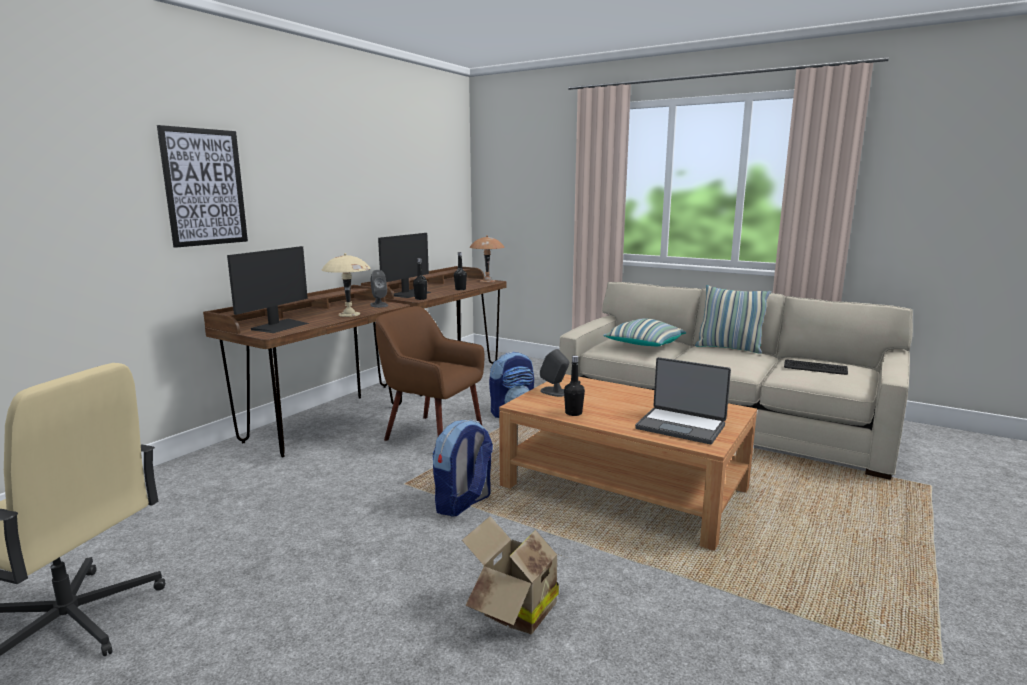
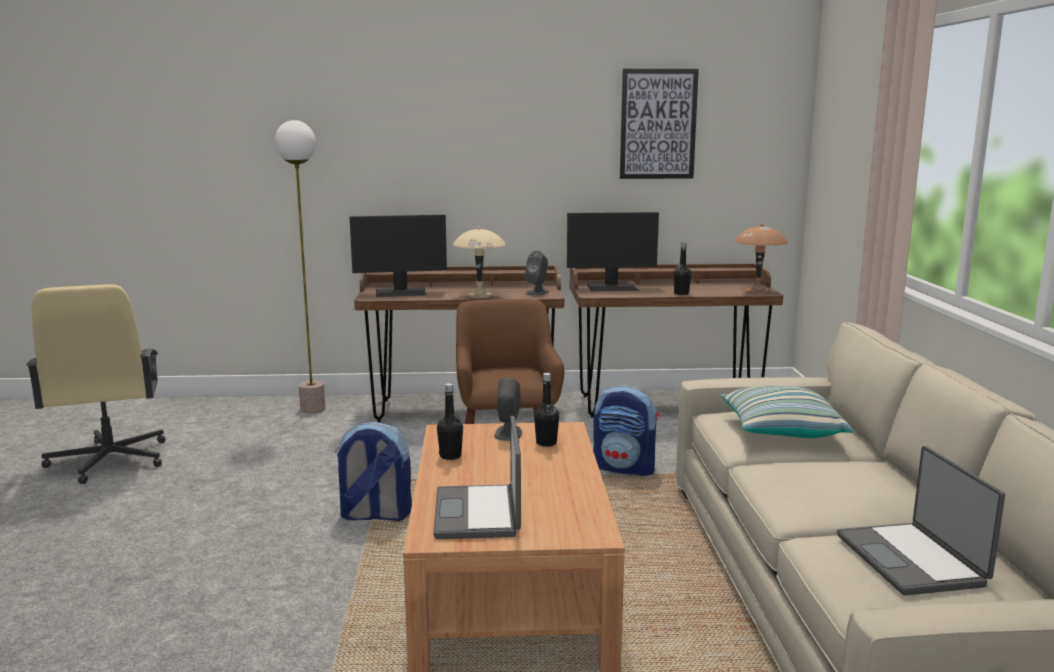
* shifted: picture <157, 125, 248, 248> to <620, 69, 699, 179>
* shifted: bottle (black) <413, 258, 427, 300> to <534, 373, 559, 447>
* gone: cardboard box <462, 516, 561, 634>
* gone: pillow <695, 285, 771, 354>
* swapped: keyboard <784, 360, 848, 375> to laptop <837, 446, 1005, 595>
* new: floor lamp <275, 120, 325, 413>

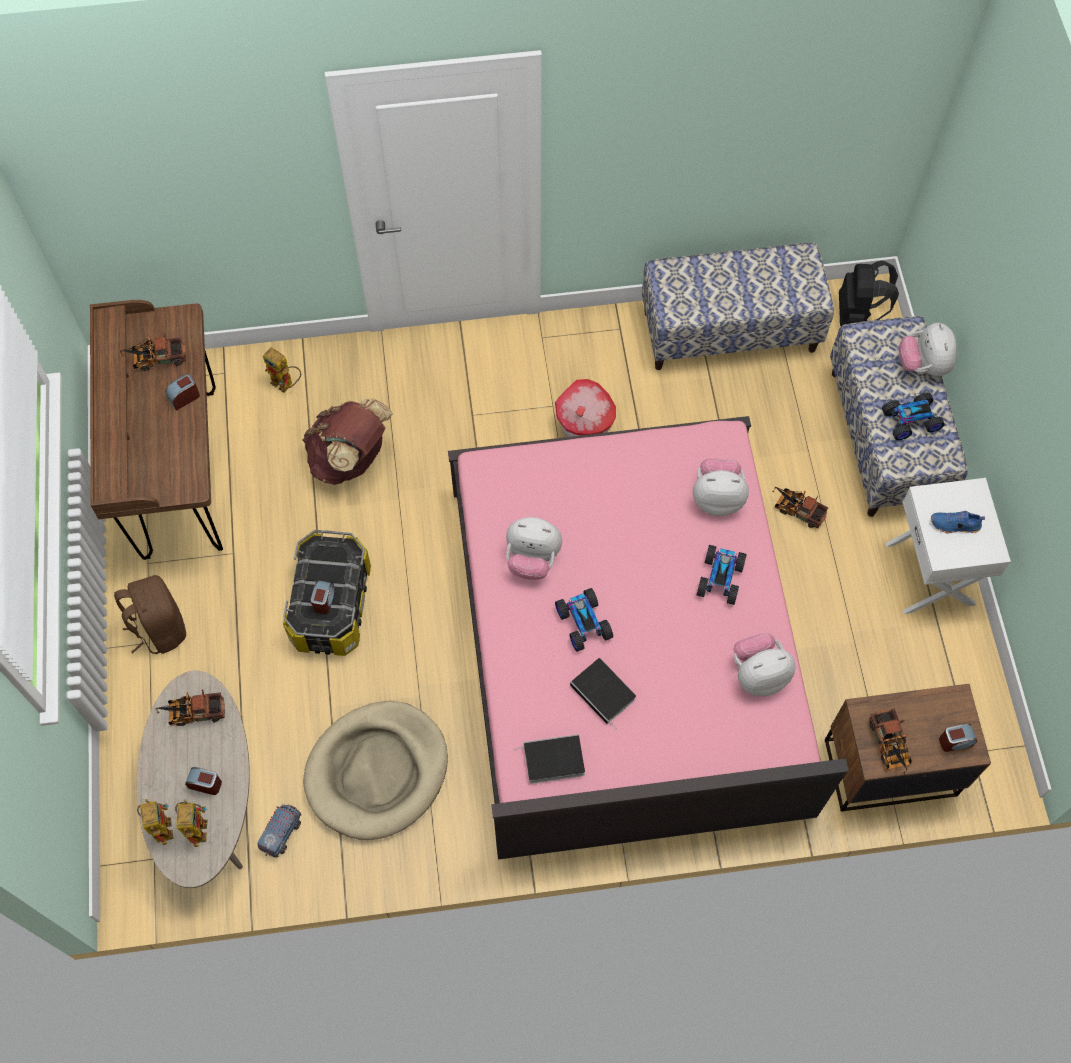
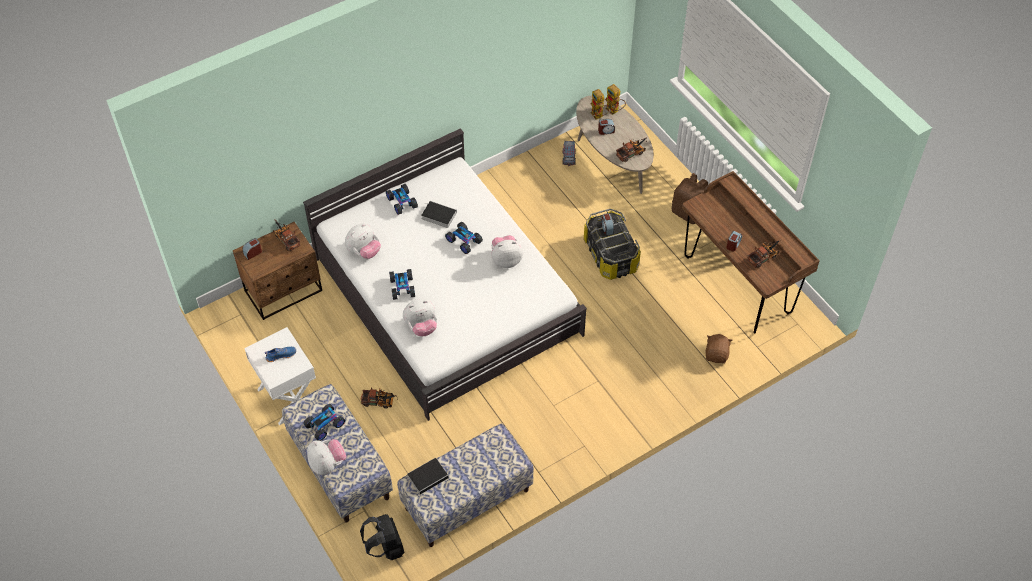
* swapped: toy robot <263, 347, 301, 393> to plush toy (brown) <706, 334, 732, 363>
* gone: backpack (brown) <303, 399, 393, 485>
* gone: dog bed (beige) <303, 701, 448, 840>
* repainted: bed (pink) <448, 416, 849, 860> to bed (white) <303, 128, 587, 421>
* shifted: book <513, 734, 585, 784> to <408, 458, 452, 494>
* gone: toy house <555, 379, 616, 437>
* new: toy car <386, 184, 418, 215>

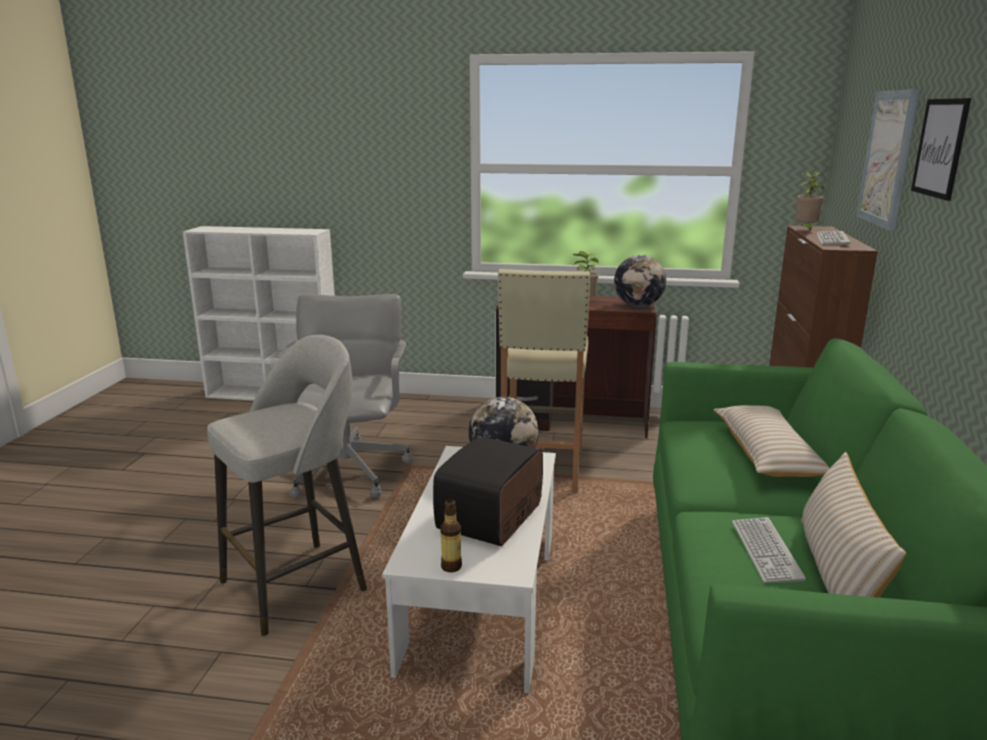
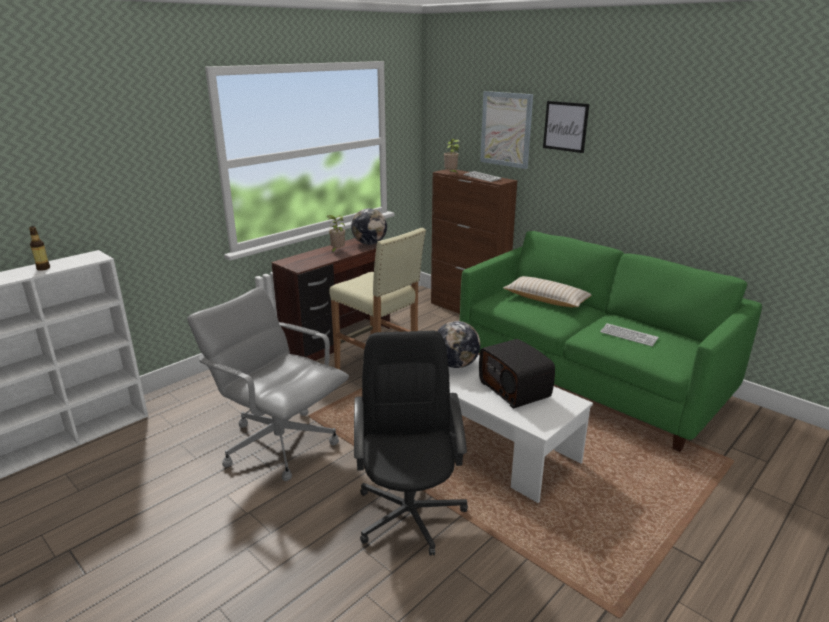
* swapped: stool (grey) <207, 335, 367, 636> to office chair (black) <354, 331, 468, 556>
* shifted: bottle <440, 499, 462, 572> to <29, 226, 50, 271>
* gone: pillow (beige) <801, 452, 906, 598>

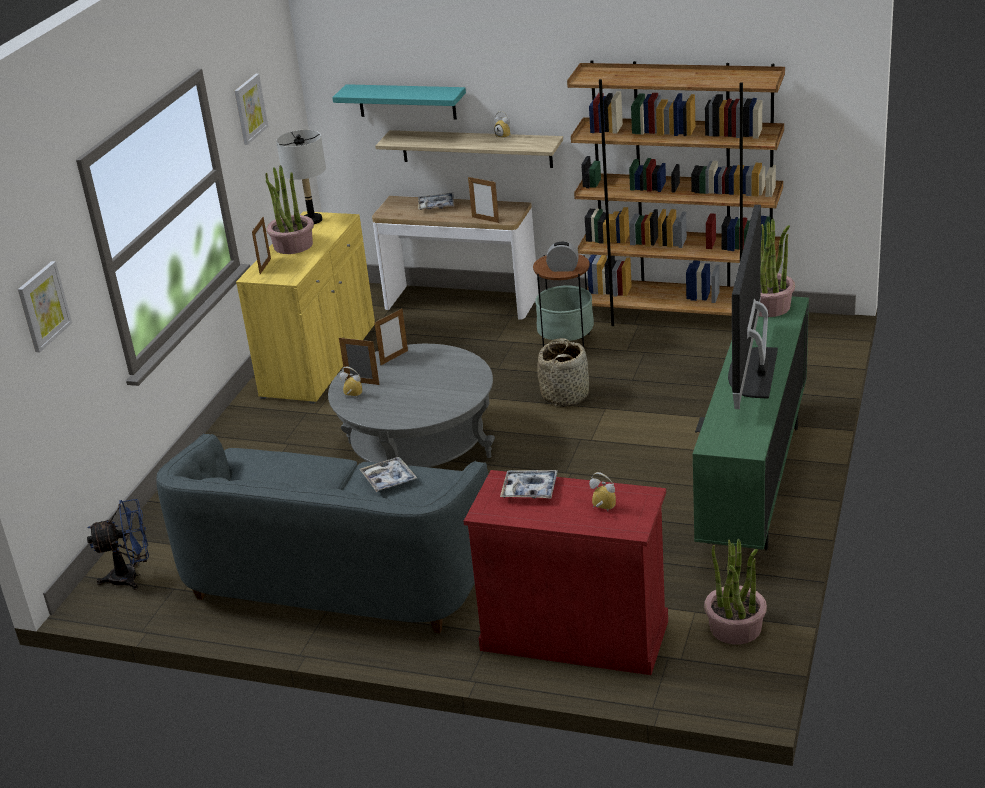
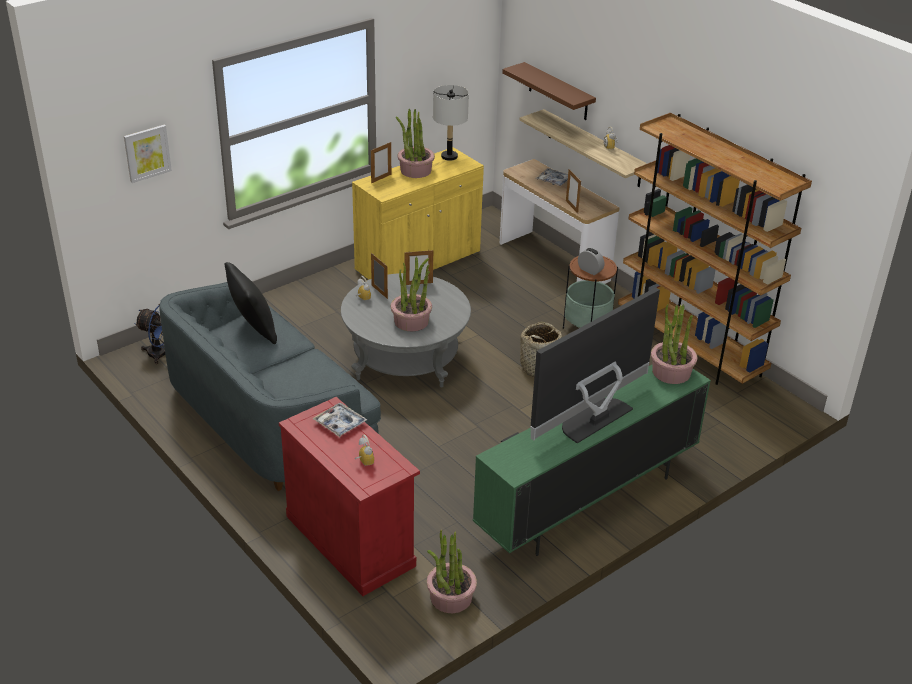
* gone: picture <235, 74, 268, 145>
* repainted: shelf (turquoise) <332, 84, 466, 120> to shelf (brown) <502, 62, 596, 120>
* gone: tray <359, 457, 417, 492>
* new: pillow (black) <224, 262, 277, 344>
* new: potted plant <391, 257, 432, 331>

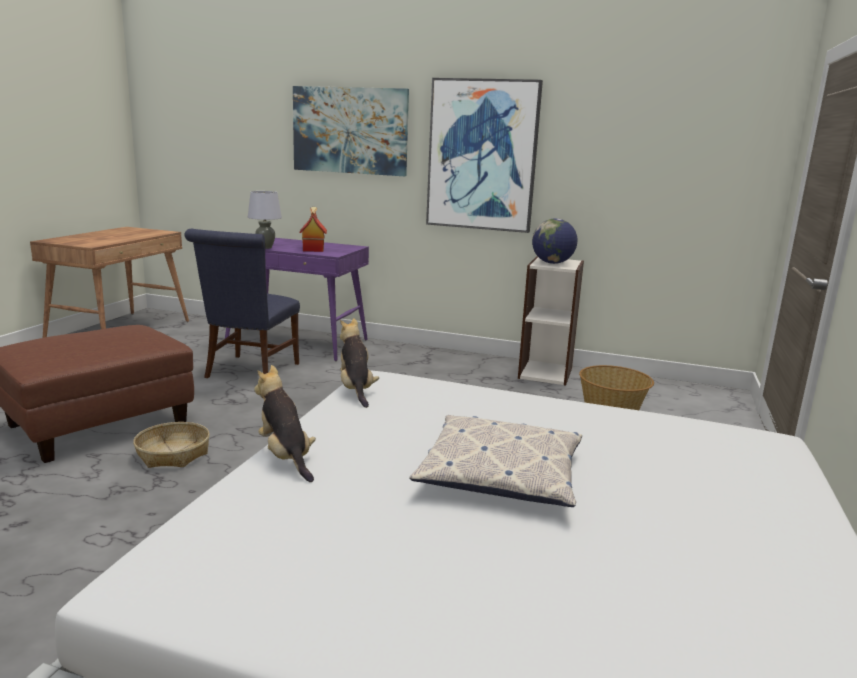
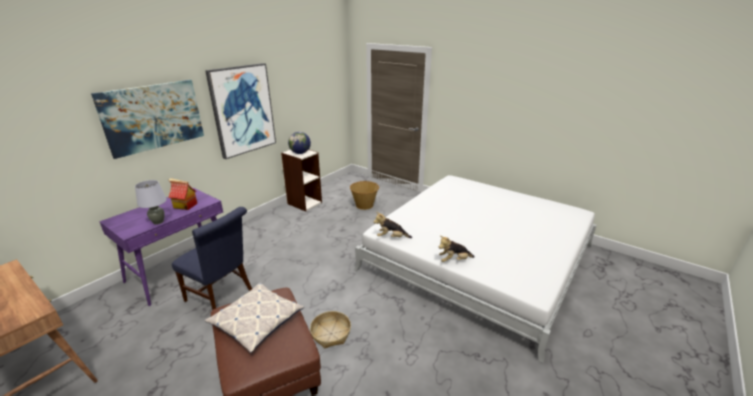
* shifted: pillow <409, 415, 582, 507> to <205, 283, 304, 353>

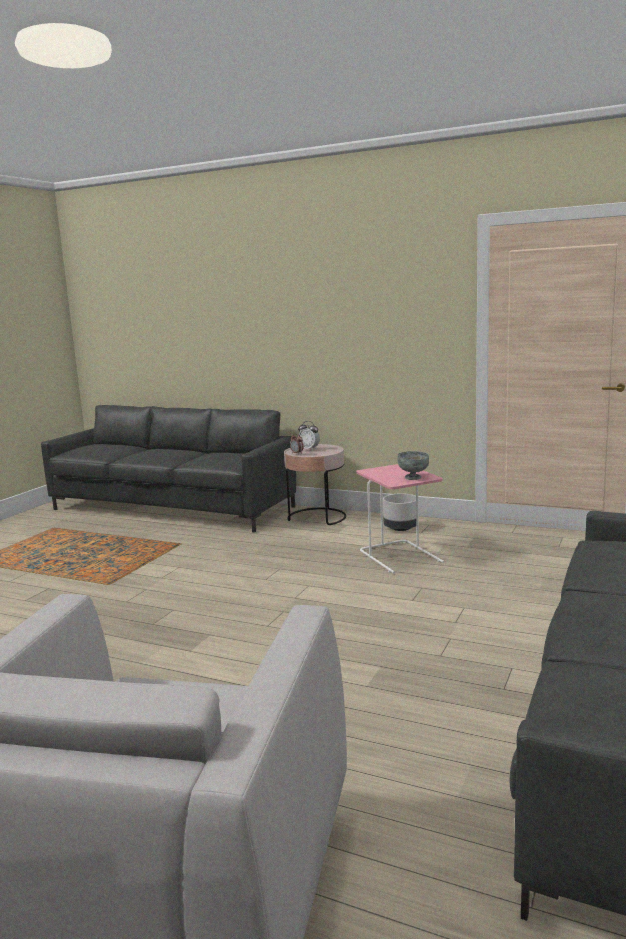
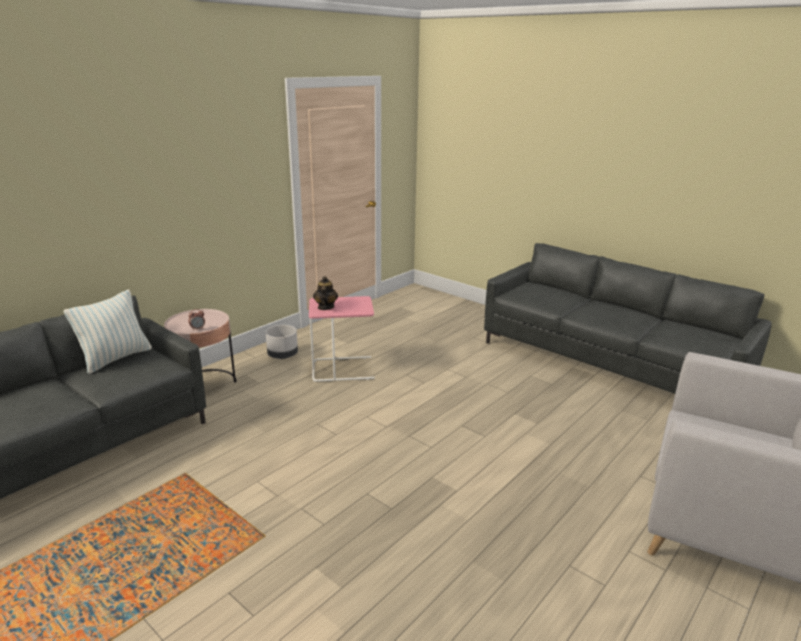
* gone: alarm clock <298, 421, 320, 451>
* gone: bowl (grey) <397, 451, 429, 480>
* new: pillow <64, 290, 152, 374>
* new: teapot <313, 276, 338, 310>

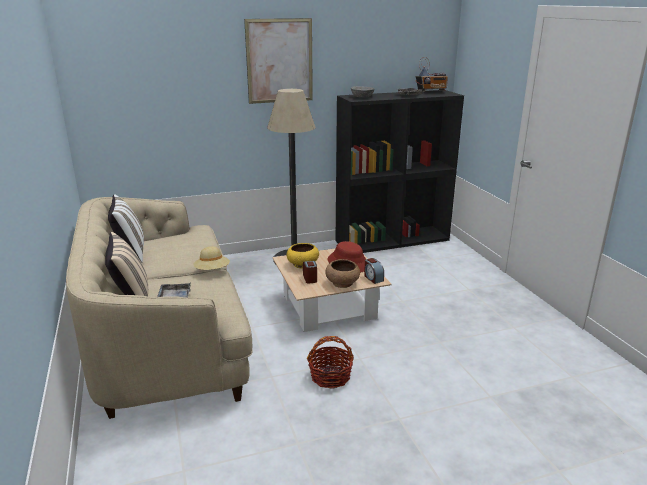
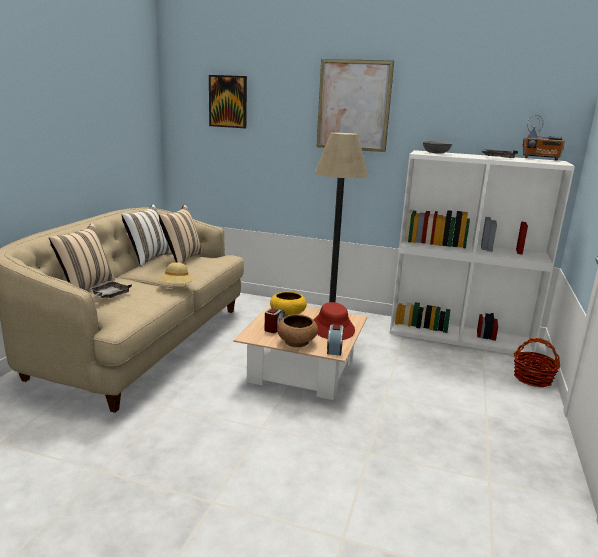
* shifted: basket <307, 336, 354, 389> to <514, 338, 560, 387>
* repainted: bookcase (black) <335, 90, 464, 253> to bookcase (white) <390, 150, 575, 355>
* new: pillow (beige) <159, 205, 202, 264>
* new: picture <209, 75, 247, 128>

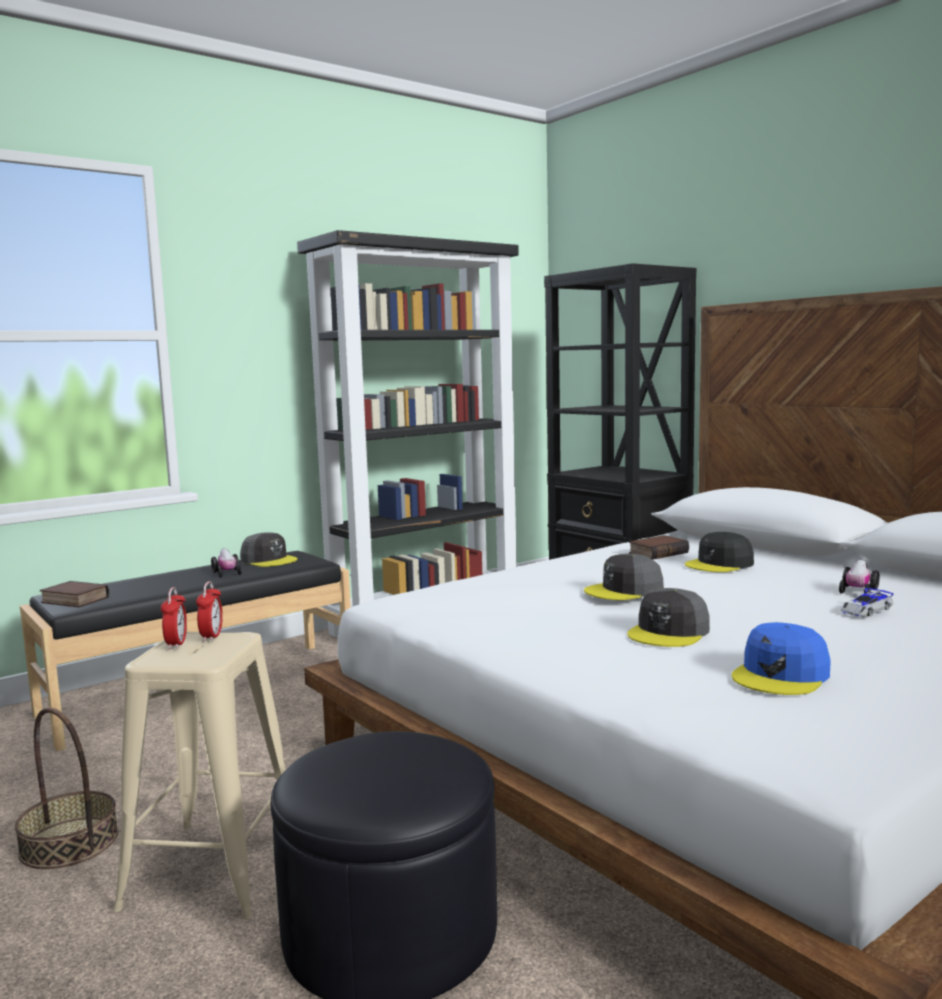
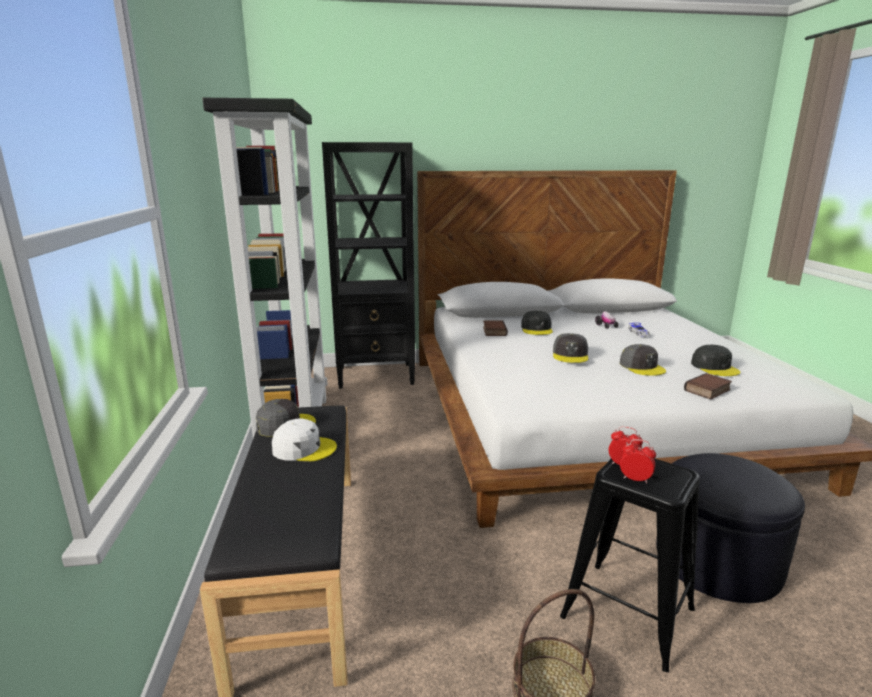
* shifted: book <40, 581, 109, 607> to <684, 373, 732, 399>
* repainted: stool (beige) <113, 631, 286, 920> to stool (black) <560, 458, 700, 672>
* swapped: toy car <211, 548, 242, 578> to cap (white) <272, 419, 337, 462>
* repainted: cap (blue) <732, 622, 831, 695> to cap (black) <691, 345, 740, 376>

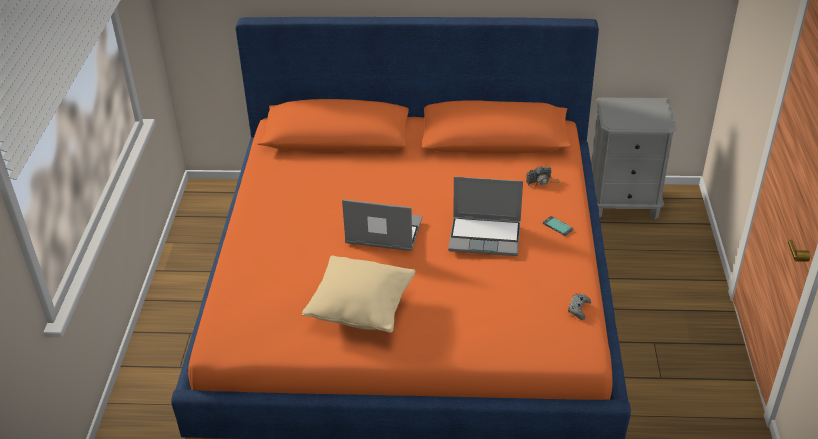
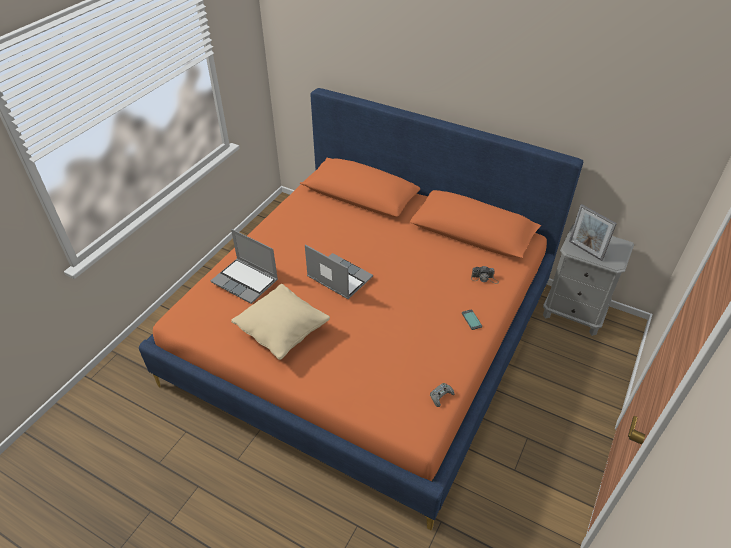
* shifted: laptop <448, 177, 523, 256> to <210, 229, 278, 304>
* new: picture frame <569, 204, 617, 261>

